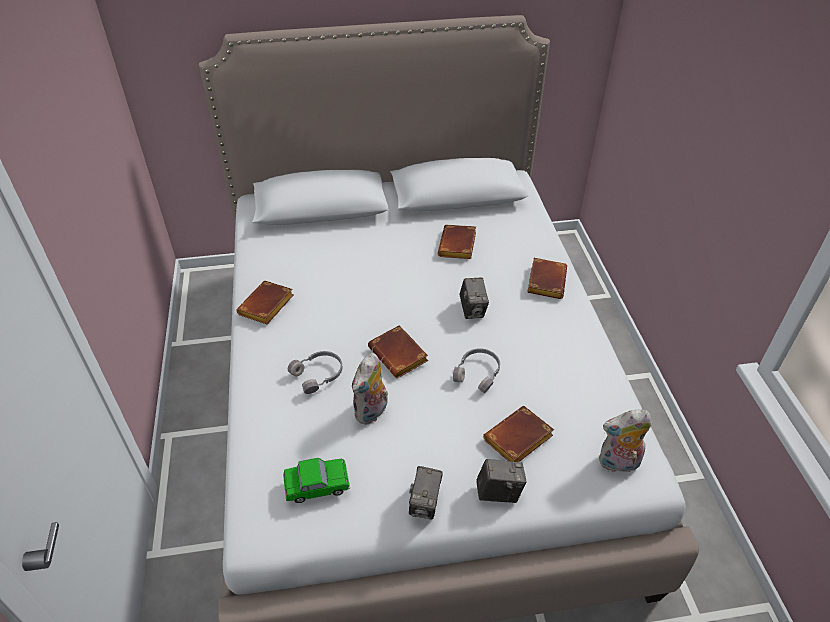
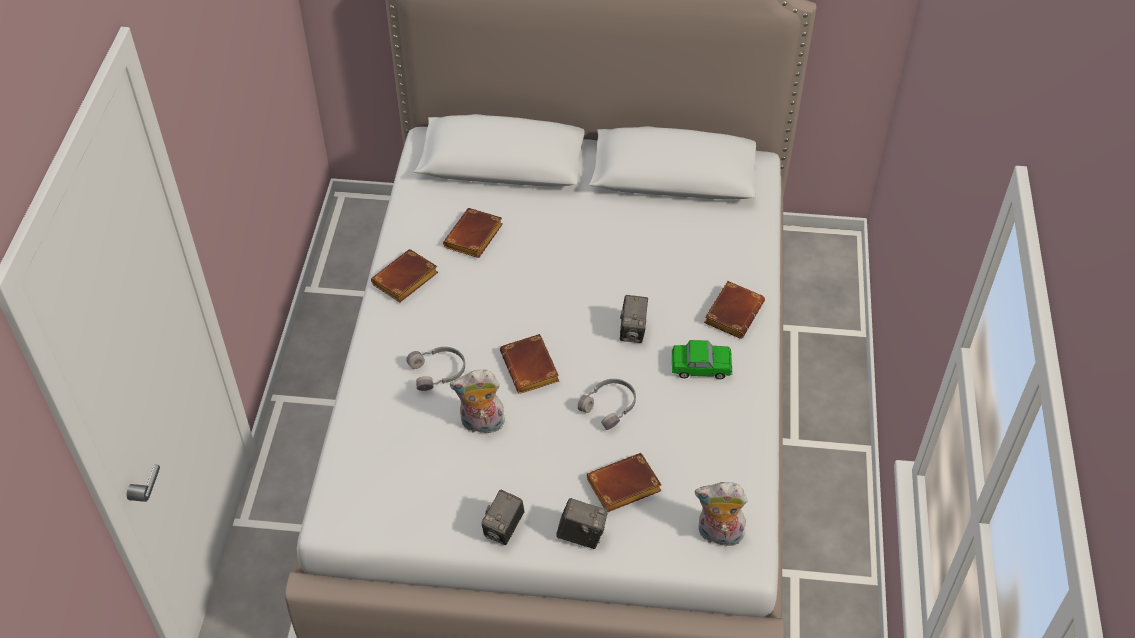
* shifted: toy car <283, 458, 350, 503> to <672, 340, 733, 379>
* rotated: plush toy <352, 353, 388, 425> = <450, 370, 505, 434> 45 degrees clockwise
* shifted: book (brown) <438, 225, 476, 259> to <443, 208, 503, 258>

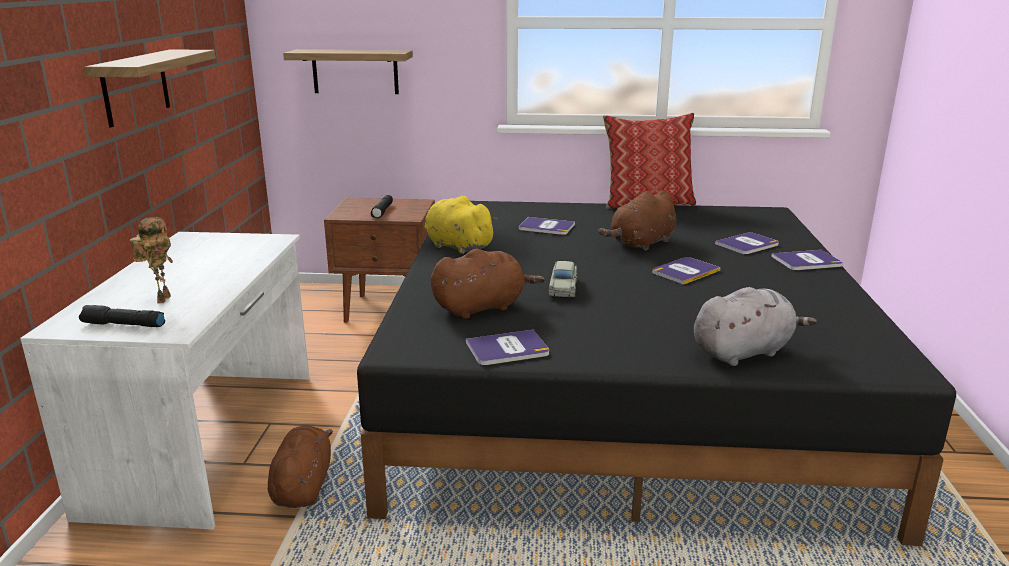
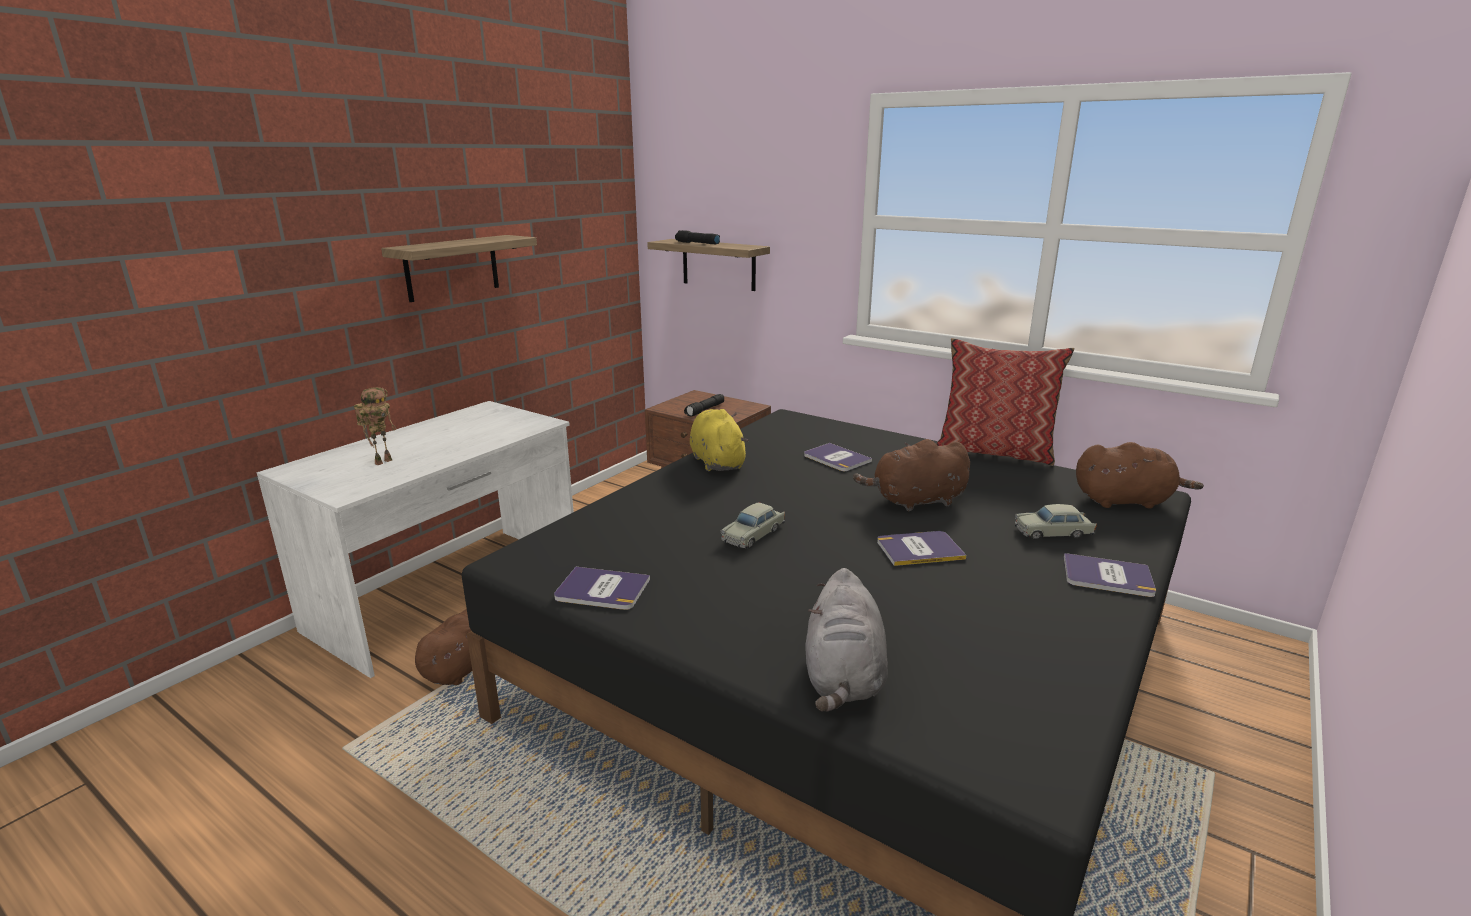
* shifted: flashlight (black) <79, 305, 165, 327> to <675, 230, 720, 244>
* shifted: plush toy (brown) <431, 249, 545, 319> to <1076, 442, 1204, 509>
* rotated: plush toy (grey) <694, 287, 817, 366> = <805, 568, 888, 712> 90 degrees clockwise
* swapped: book <715, 232, 779, 254> to toy car (beige) <1015, 504, 1097, 540>

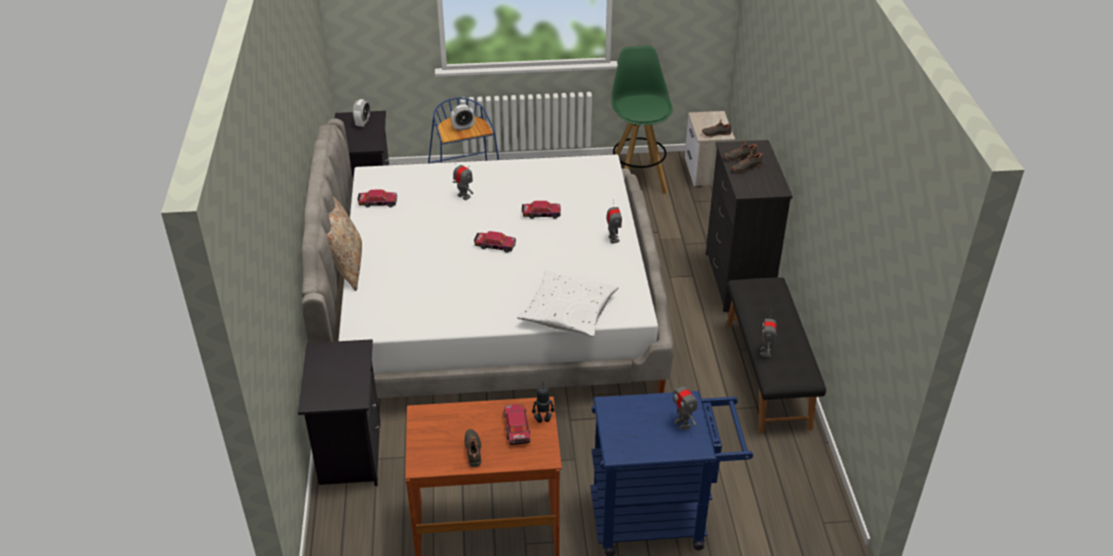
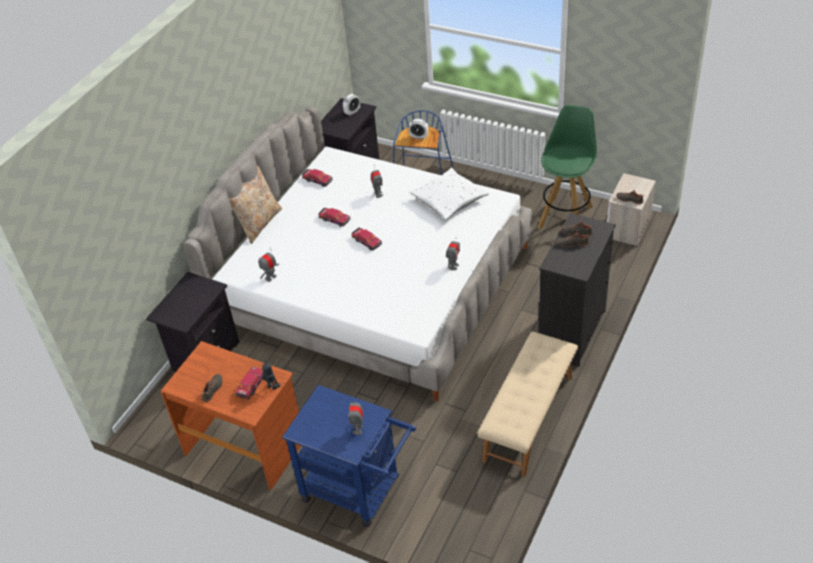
* shifted: pillow (white) <517, 270, 619, 337> to <409, 168, 489, 220>
* shifted: toy car <522, 201, 561, 219> to <318, 208, 351, 227>
* repainted: bench (black) <726, 277, 826, 433> to bench (beige) <477, 331, 578, 477>
* shifted: toy robot <760, 314, 777, 357> to <258, 252, 278, 282>

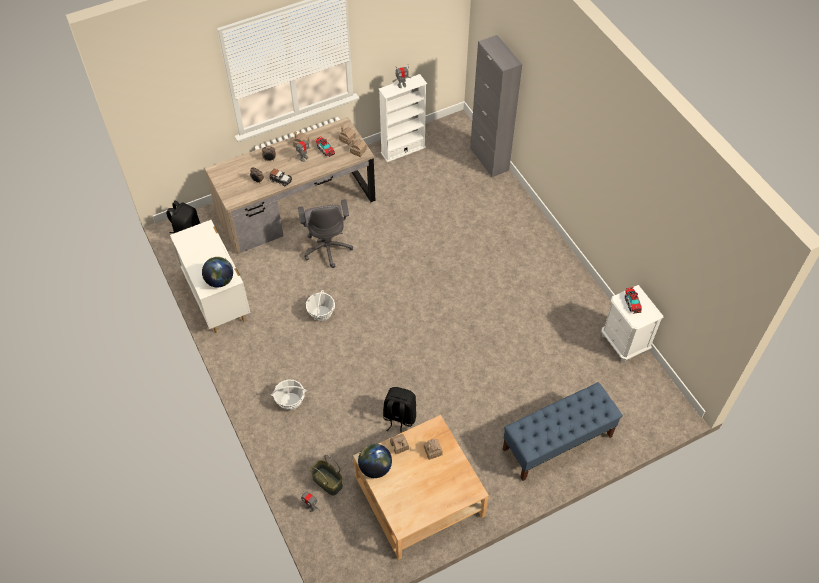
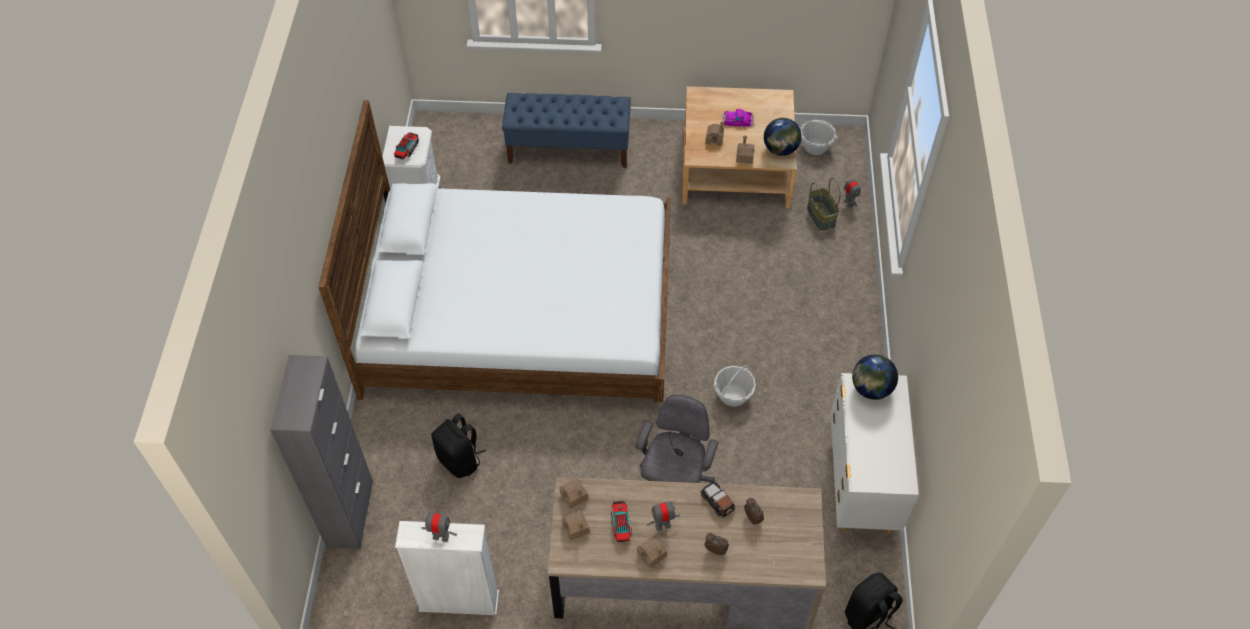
* shifted: basket <271, 380, 307, 410> to <799, 120, 838, 155>
* shifted: backpack (black) <383, 387, 416, 433> to <431, 413, 486, 478>
* new: bed <319, 100, 671, 402>
* new: toy car <722, 109, 754, 127>

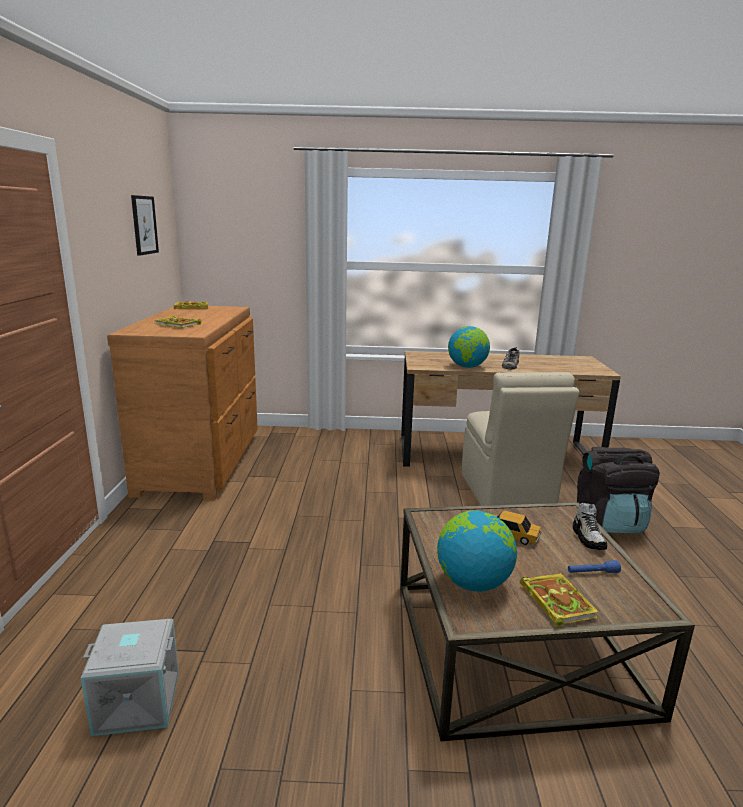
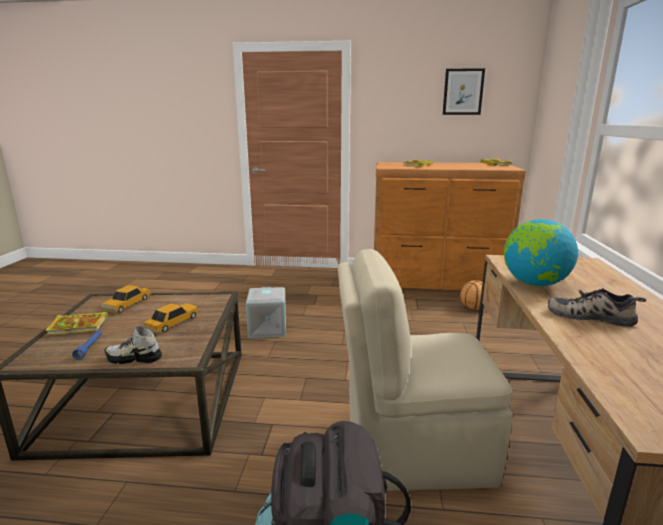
* shifted: storage box (grey) <81, 619, 179, 736> to <246, 287, 286, 338>
* swapped: globe <437, 510, 517, 592> to toy car <101, 285, 152, 313>
* new: basketball <460, 280, 485, 310>

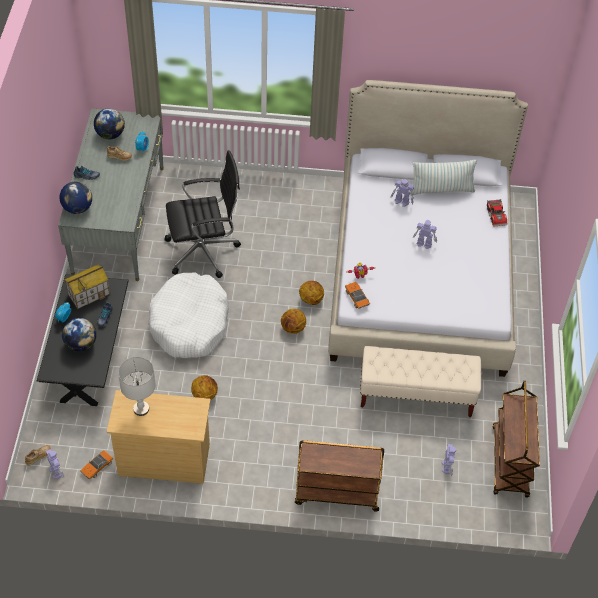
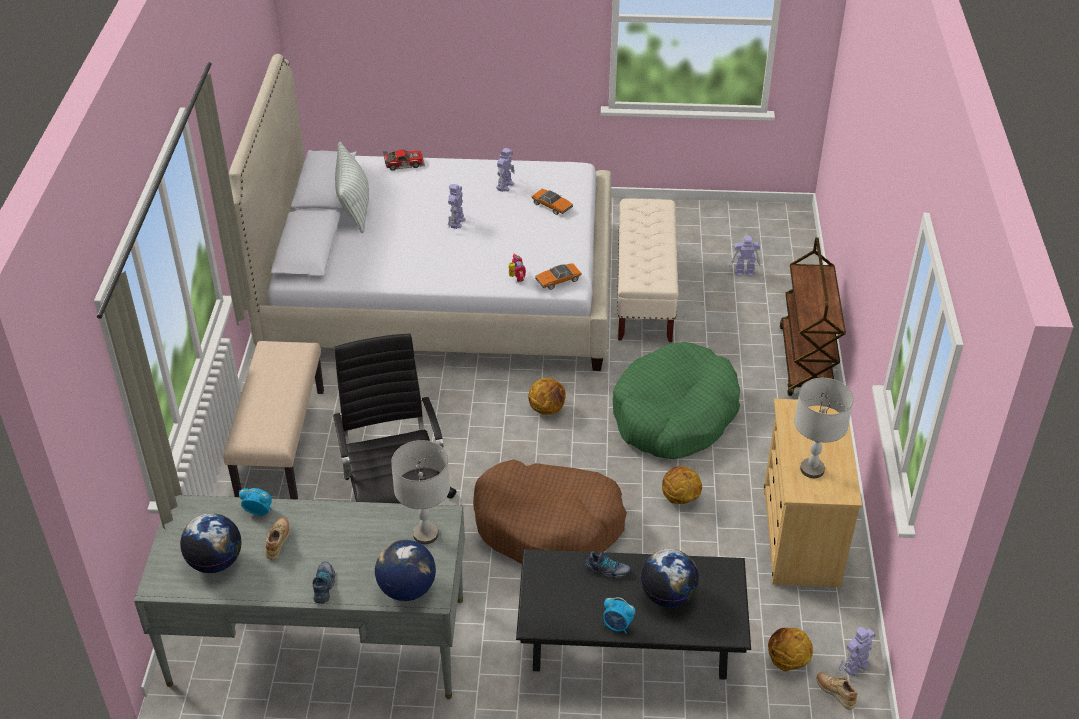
* gone: toy house <64, 265, 110, 309>
* shifted: toy car <80, 450, 113, 480> to <531, 189, 573, 215>
* repainted: dog bed (white) <148, 273, 229, 358> to dog bed (brown) <473, 459, 627, 564>
* shifted: basketball <299, 281, 324, 305> to <768, 628, 813, 671>
* shifted: toy robot <391, 179, 414, 207> to <496, 148, 515, 192>
* gone: cart (brown) <493, 381, 540, 497>
* new: bench (beige) <223, 341, 324, 499>
* new: table lamp (grey) <391, 440, 450, 544>
* new: dog bed (green) <613, 342, 740, 459>

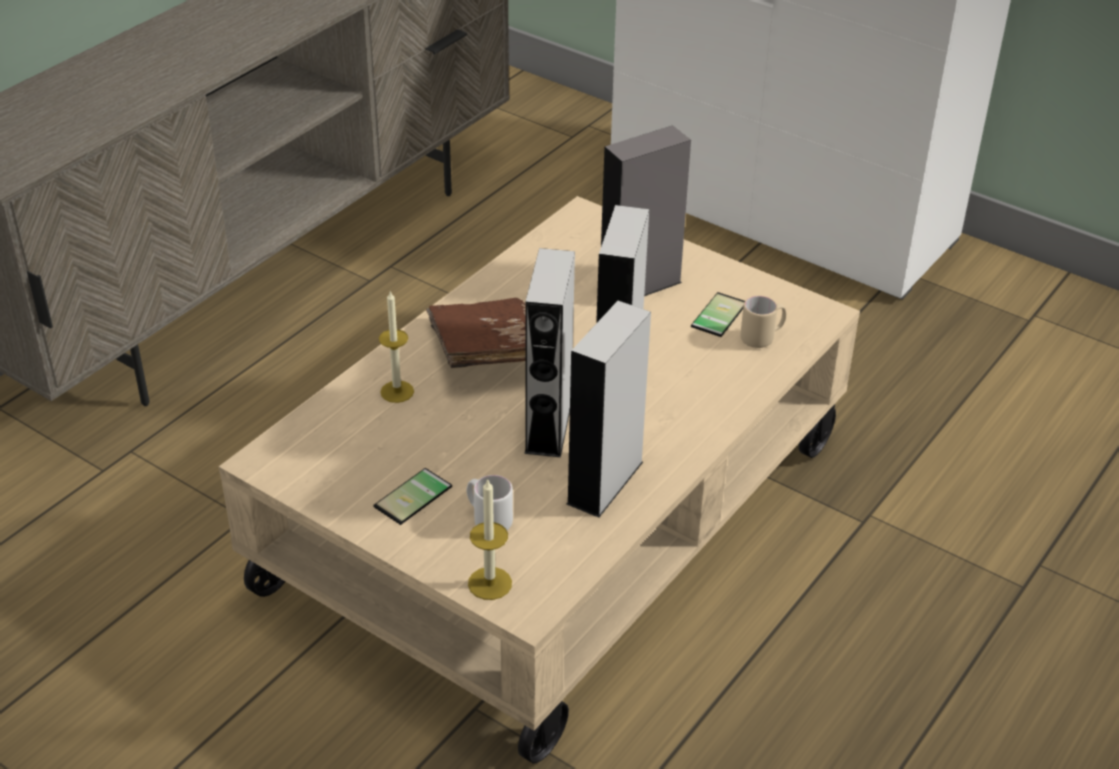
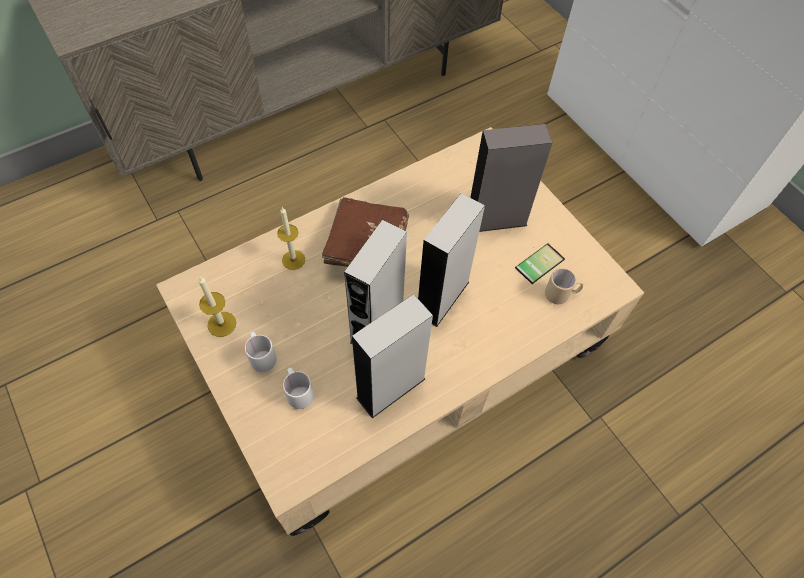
* swapped: phone <373, 468, 452, 525> to mug (white) <245, 332, 277, 372>
* shifted: candle <468, 478, 512, 600> to <198, 277, 236, 337>

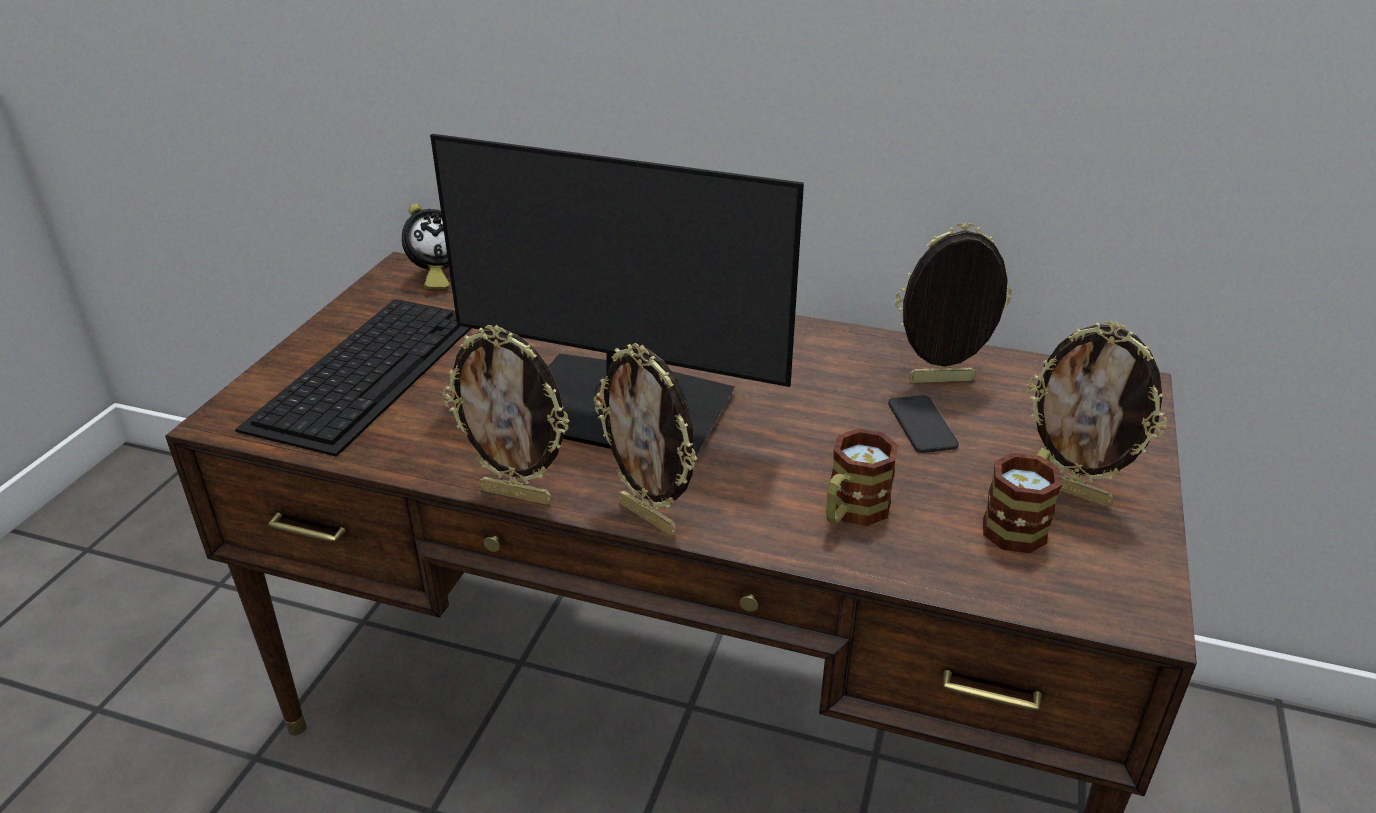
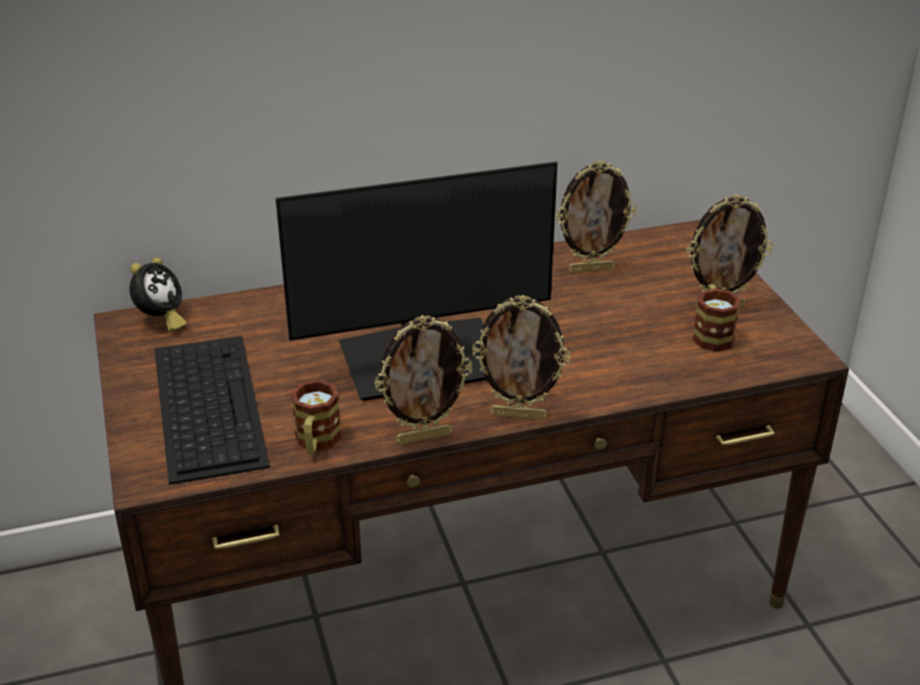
* shifted: mug <826, 428, 899, 526> to <291, 379, 342, 454>
* gone: phone <888, 395, 959, 453>
* rotated: picture frame <895, 223, 1012, 383> = <556, 160, 636, 273> 150 degrees counterclockwise

